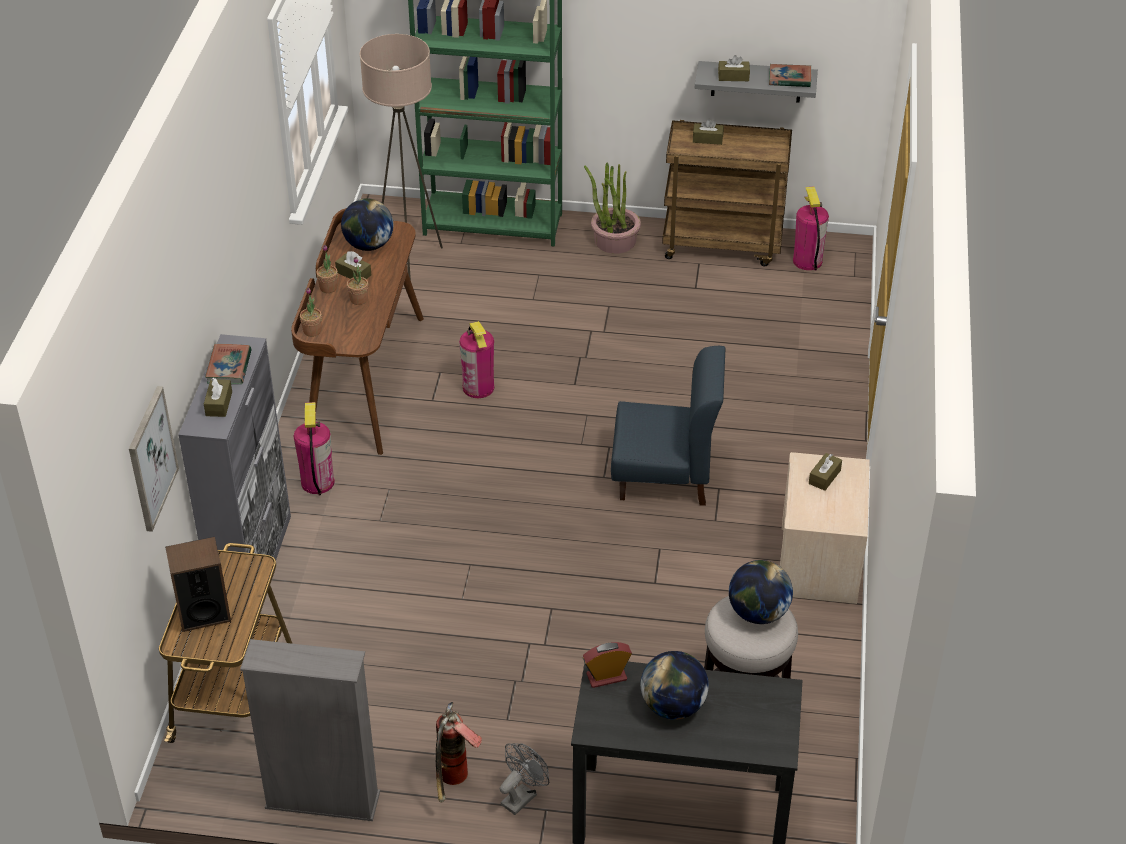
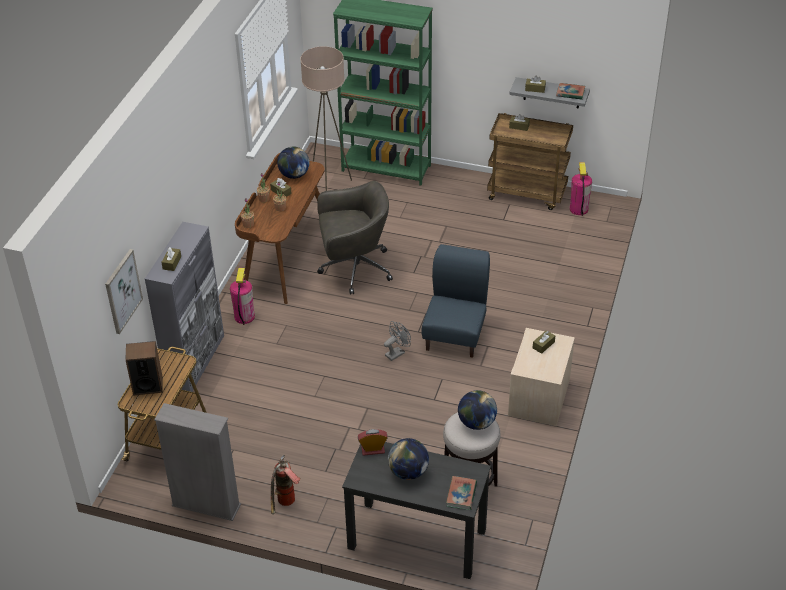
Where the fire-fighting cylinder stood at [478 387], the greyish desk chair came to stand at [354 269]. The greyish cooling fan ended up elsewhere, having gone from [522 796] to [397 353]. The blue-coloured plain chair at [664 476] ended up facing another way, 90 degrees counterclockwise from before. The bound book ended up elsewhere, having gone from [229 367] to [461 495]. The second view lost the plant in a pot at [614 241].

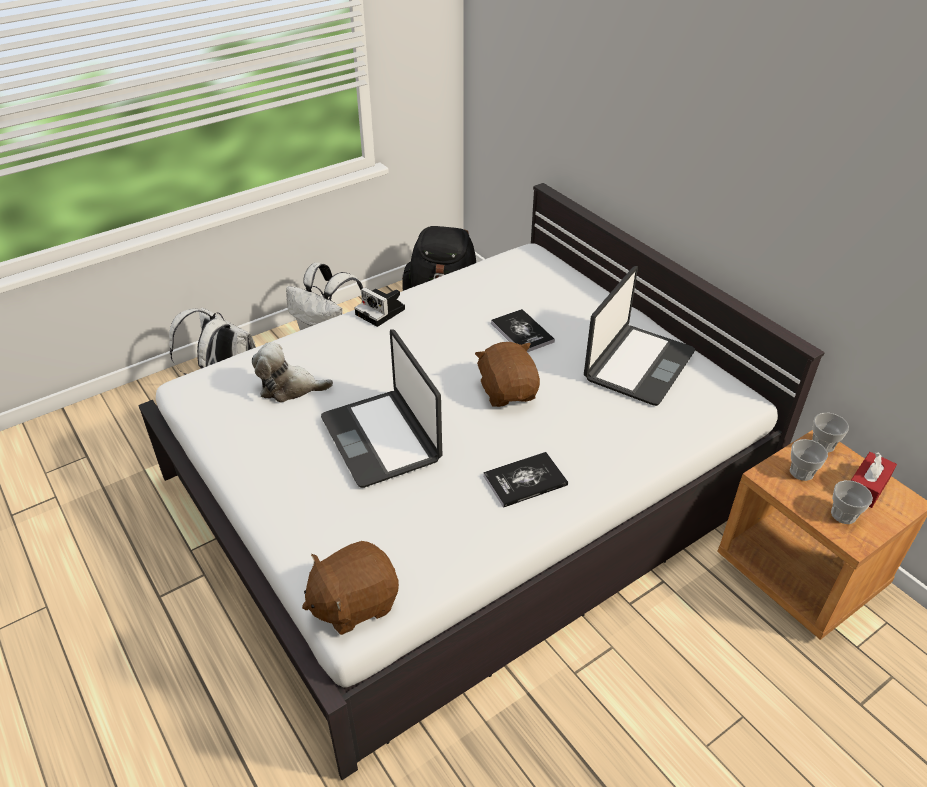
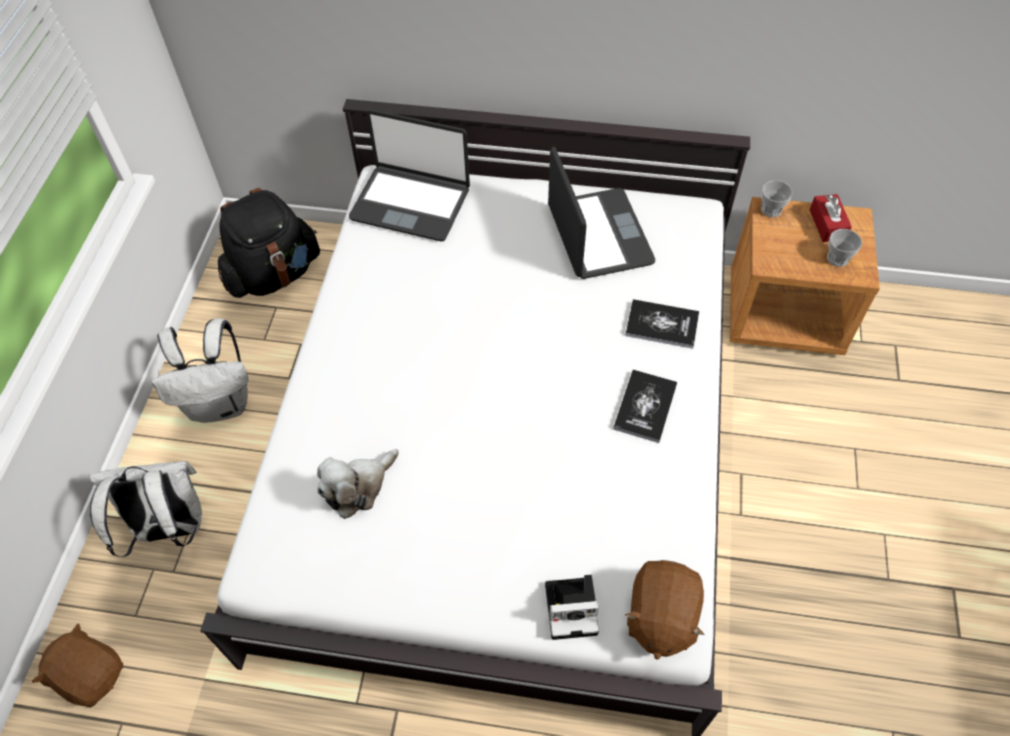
The brown cuddly toy ended up elsewhere, having gone from [508 392] to [91 674]. The portable computer ended up elsewhere, having gone from [382 438] to [411 203]. The photo camera ended up elsewhere, having gone from [382 312] to [573 608]. The bound book ended up elsewhere, having gone from [522 332] to [662 324]. The second view lost the small cup at [801 472].

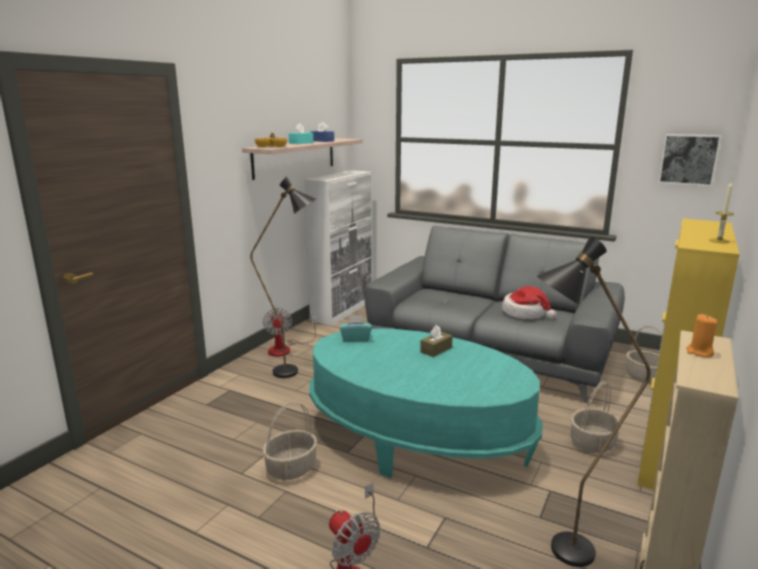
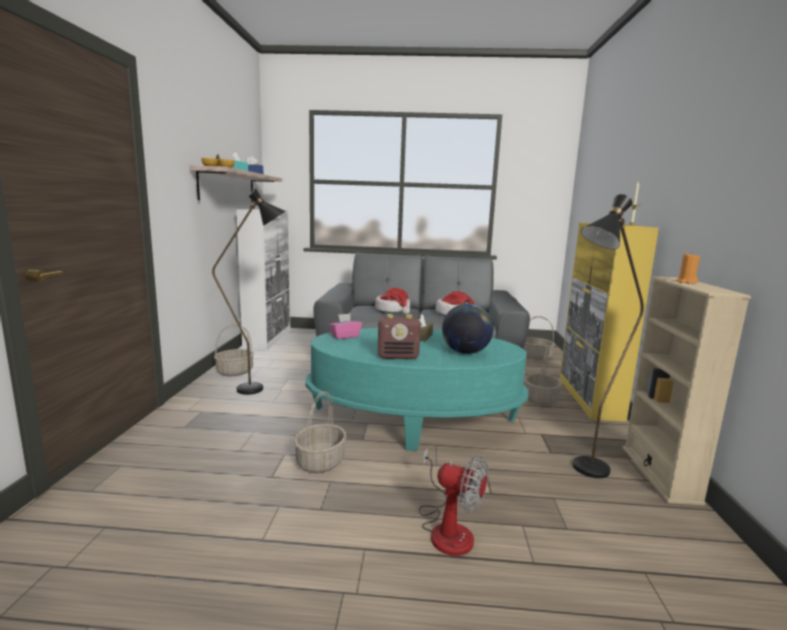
Where the cooling fan stood at [285 348], the storage basket came to stand at [235 372]. What was the turquoise-coloured tissue holder at [355 338] turned into the pinkish tissue holder at [345 336]. The second view gained the clothing hat at [393 310]. The second view gained the radio receiver at [398 357]. The second view gained the desk globe at [465 352]. The second view lost the wall picture at [688 159].

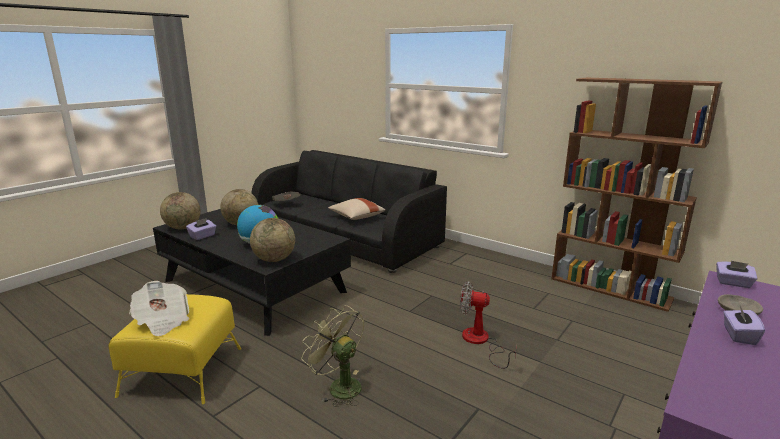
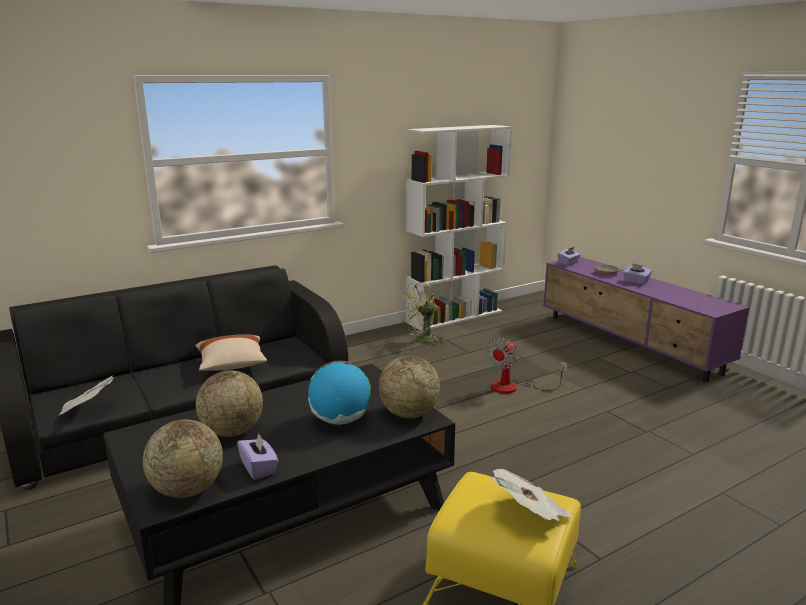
The green-coloured cooling fan ended up elsewhere, having gone from [339 386] to [422 340]. What was the brown shelving unit at [610 288] turned into the white-coloured shelving unit at [455 316].

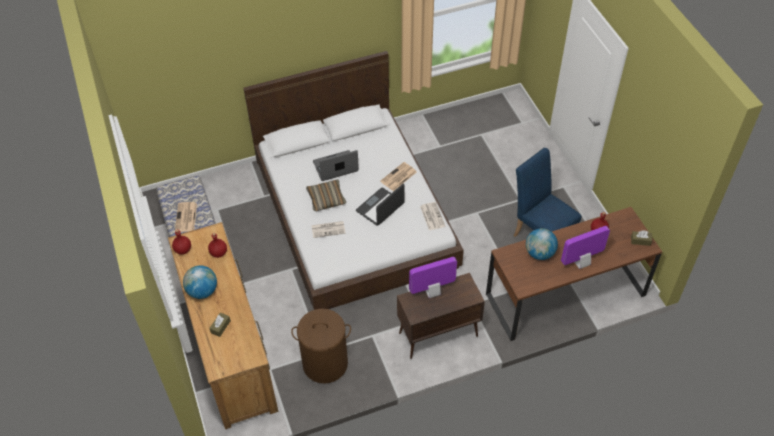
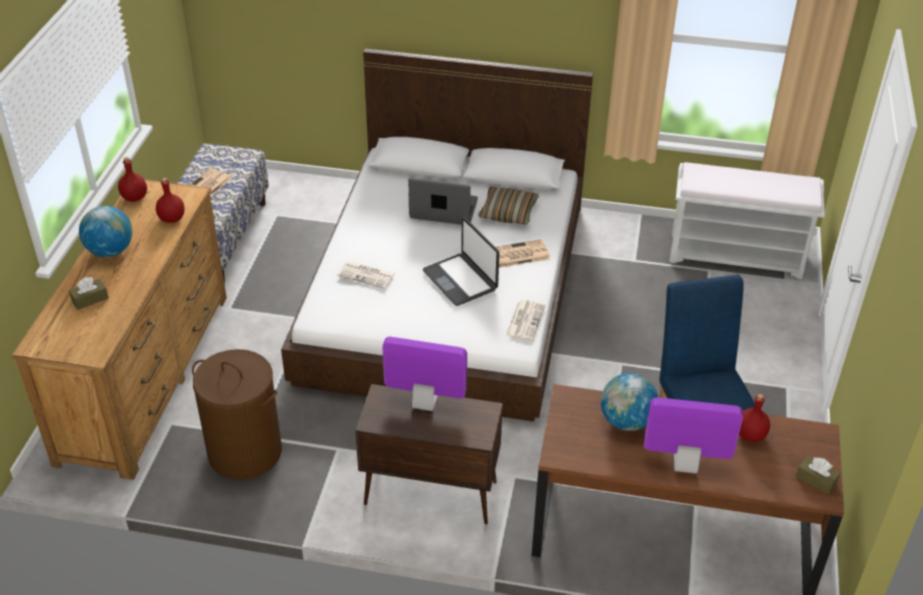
The portable computer at [380 208] ended up facing another way, 105 degrees counterclockwise from before. The pillow ended up elsewhere, having gone from [326 199] to [508 212]. The second view gained the white-coloured indoor bench at [737 255].

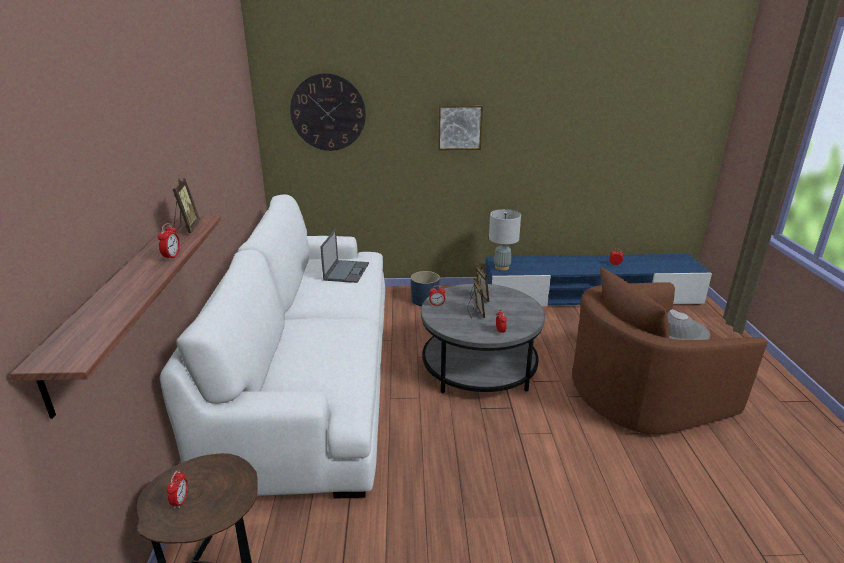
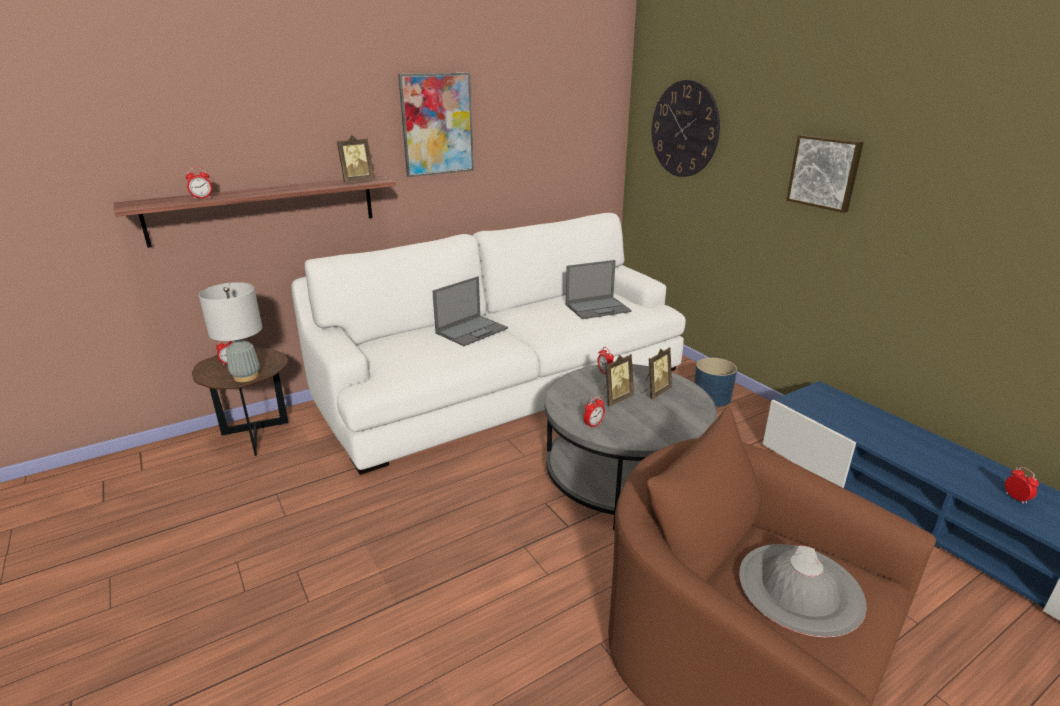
The table clock ended up elsewhere, having gone from [172 257] to [202 198]. The greyish table lamp ended up elsewhere, having gone from [501 267] to [246 376]. The second view gained the wall picture at [437 124]. The second view gained the portable computer at [472 330].

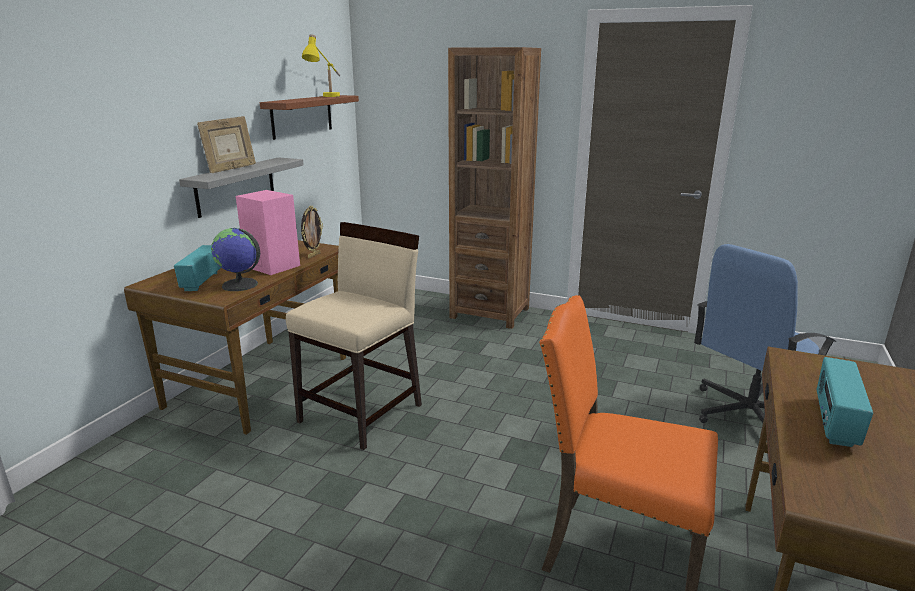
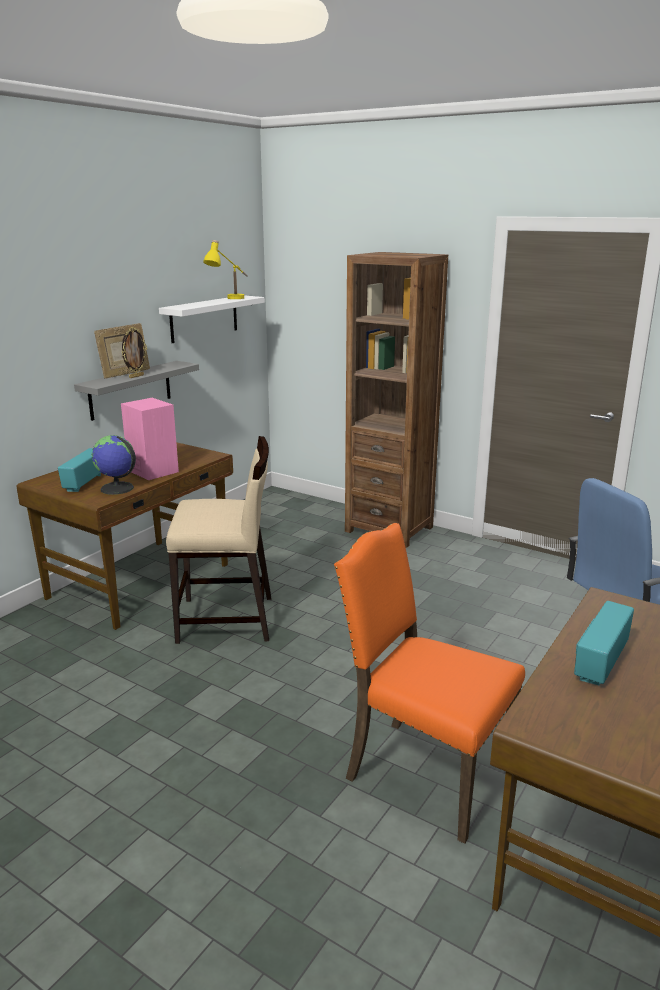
The standing frame ended up elsewhere, having gone from [313 255] to [136 376]. What was the brown wall shelf at [302 116] turned into the white-coloured wall shelf at [204 318]. The beige plain chair at [362 413] ended up facing another way, 45 degrees clockwise from before.

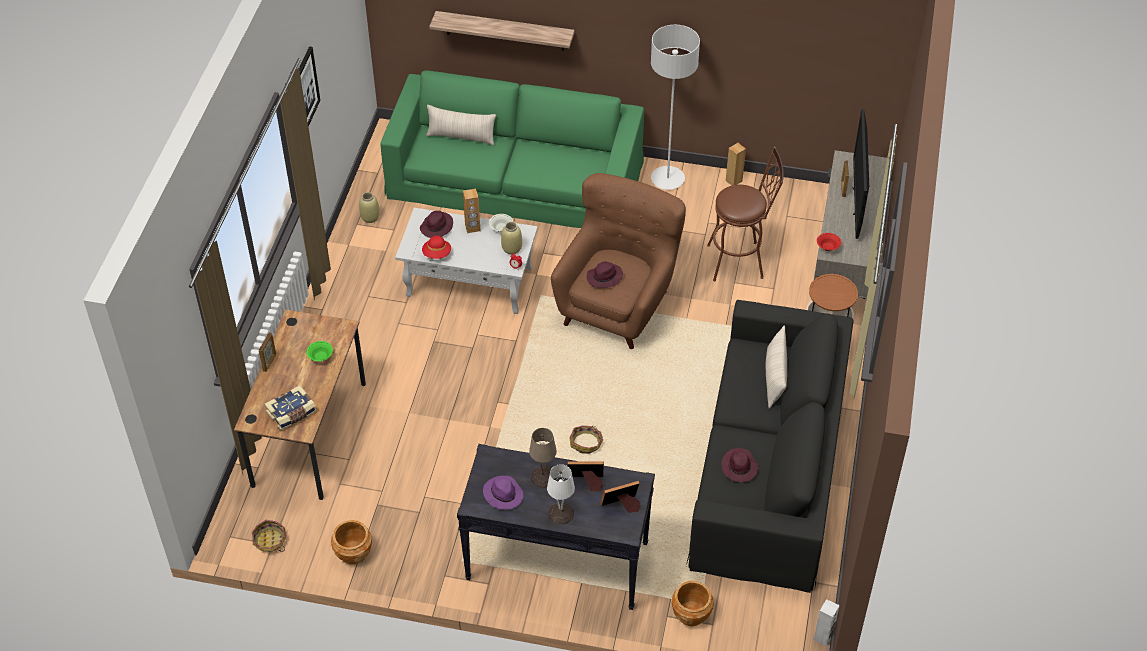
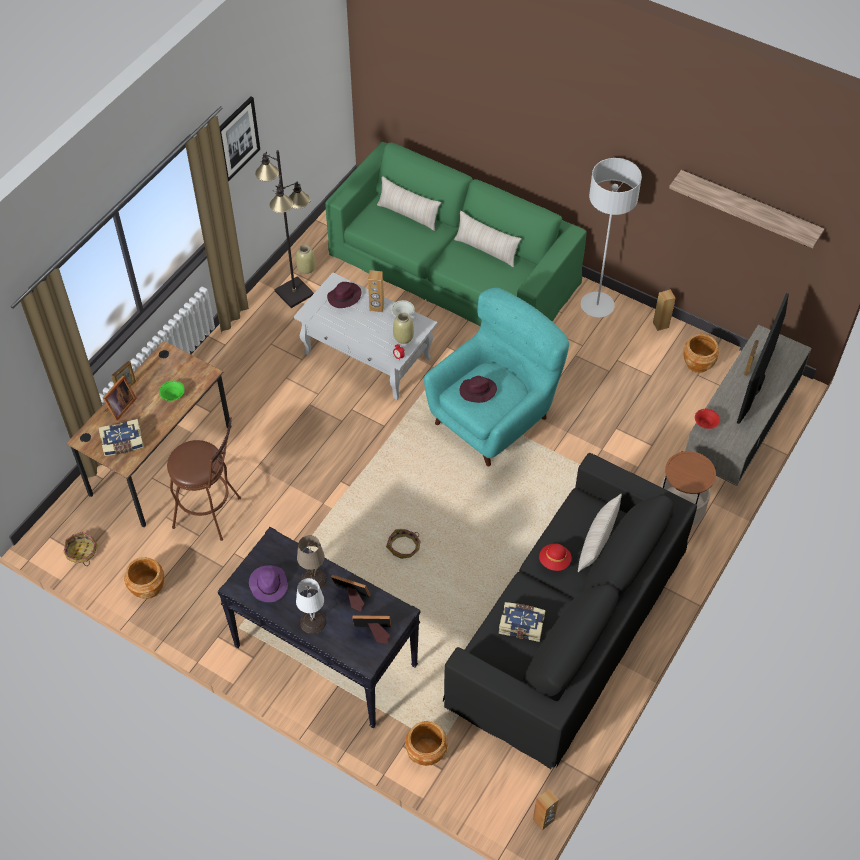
The second view gained the standing frame at [119 407]. The brown stool seat ended up elsewhere, having gone from [741 261] to [212 514]. The second view gained the blackish standing lamp at [294 292]. What was the brown lounge chair at [617 304] turned into the turquoise-coloured lounge chair at [494 417]. The second view gained the beige pillow at [486 250]. Where the purple clothing hat stood at [739 467], the bound book came to stand at [522 624]. What was the white-coloured loudspeaker at [823 637] turned into the brown loudspeaker at [543 820]. The red clothing hat ended up elsewhere, having gone from [437 254] to [554 561]. The wall shelf ended up elsewhere, having gone from [505 31] to [748 209]. The second view gained the brown planter at [697 363].

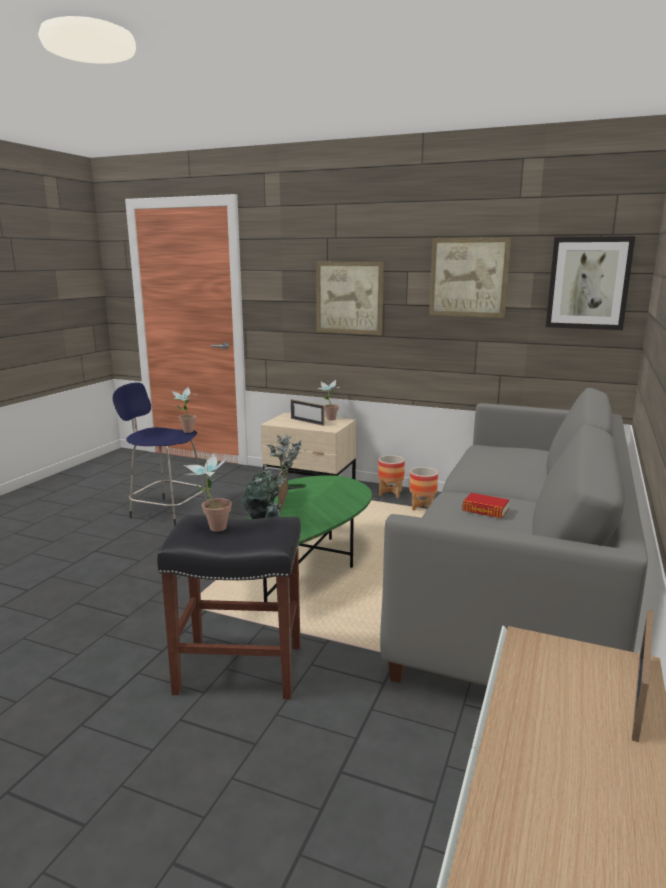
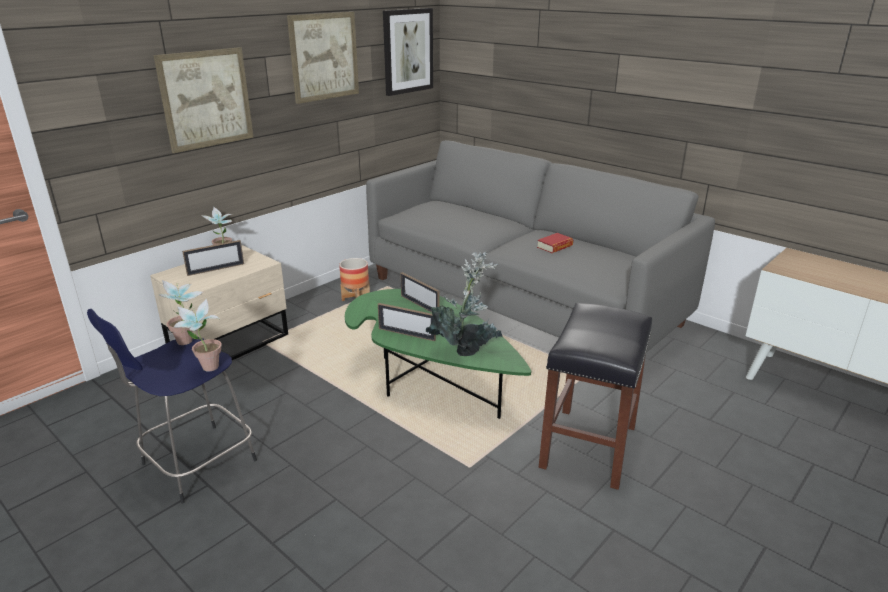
The plant in a pot ended up elsewhere, having gone from [211 528] to [206 370]. The standing frame ended up elsewhere, having gone from [639 697] to [419 305]. The second view lost the planter at [390 493].

